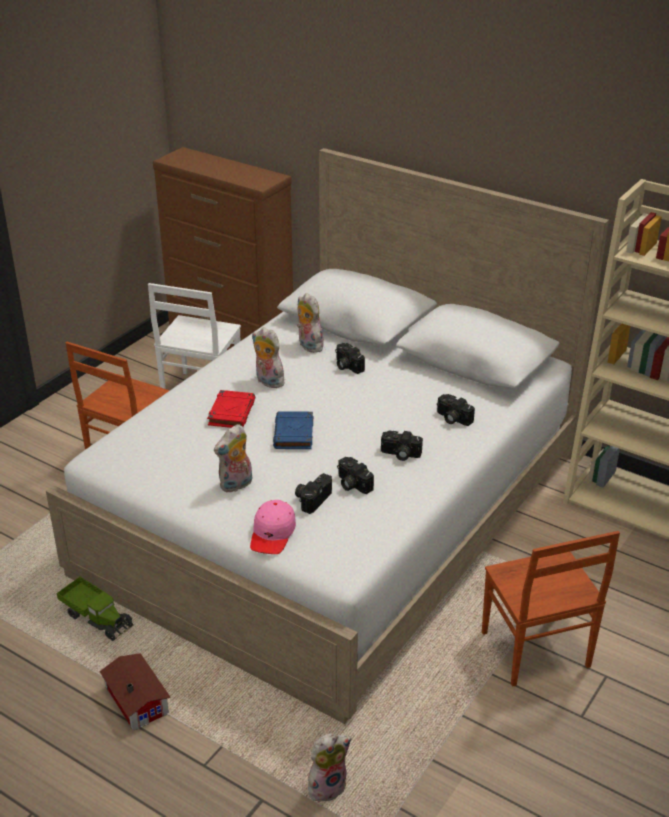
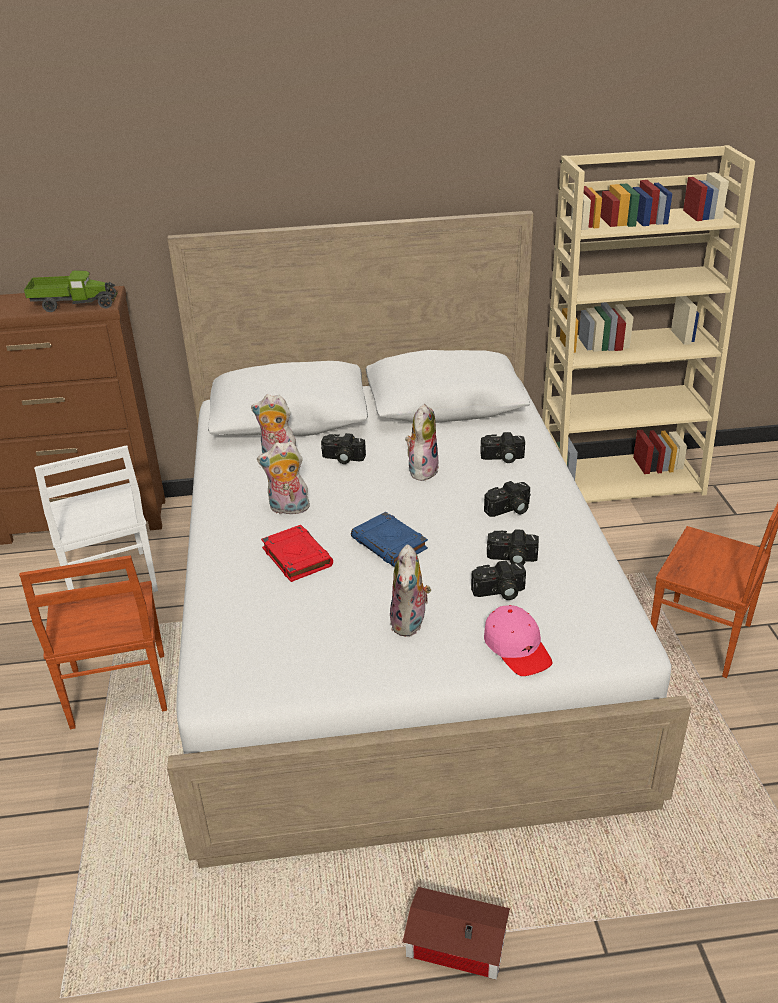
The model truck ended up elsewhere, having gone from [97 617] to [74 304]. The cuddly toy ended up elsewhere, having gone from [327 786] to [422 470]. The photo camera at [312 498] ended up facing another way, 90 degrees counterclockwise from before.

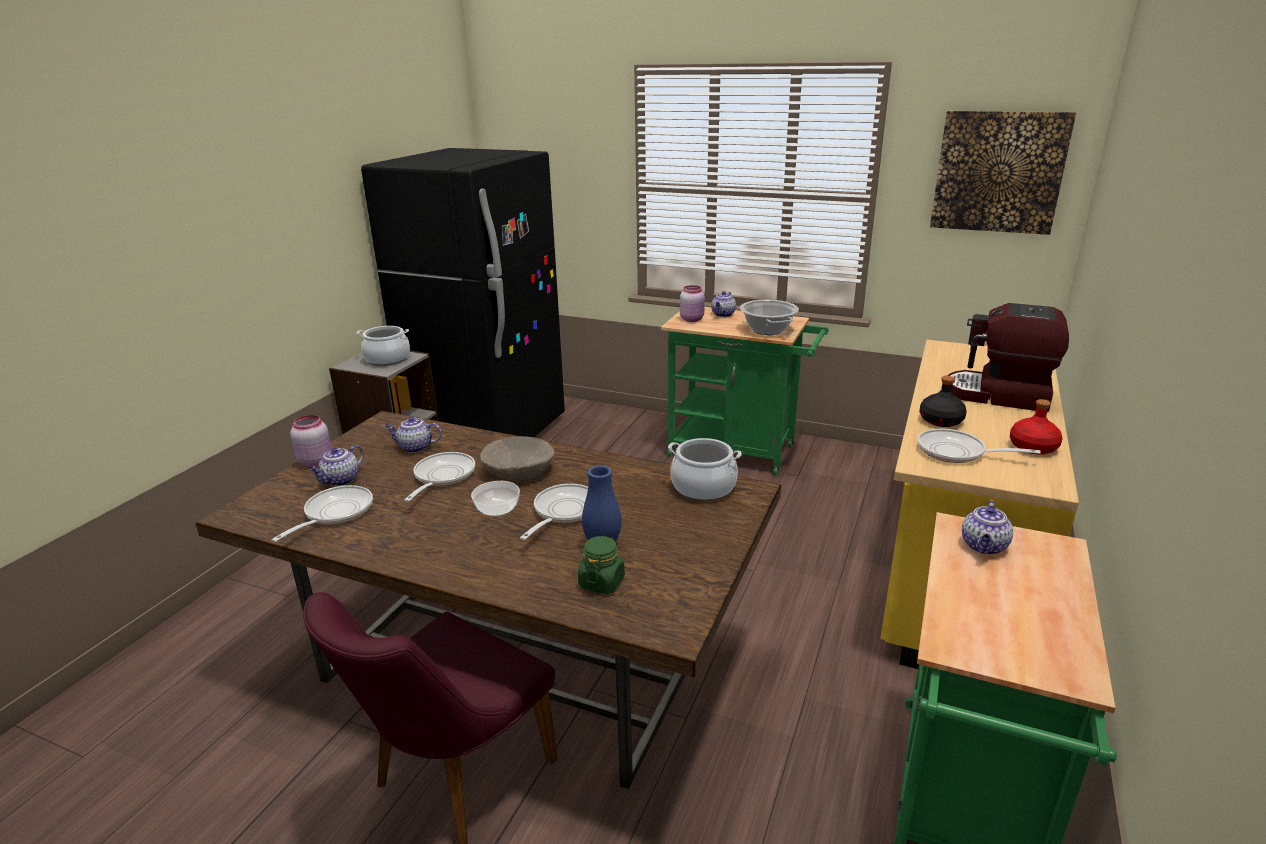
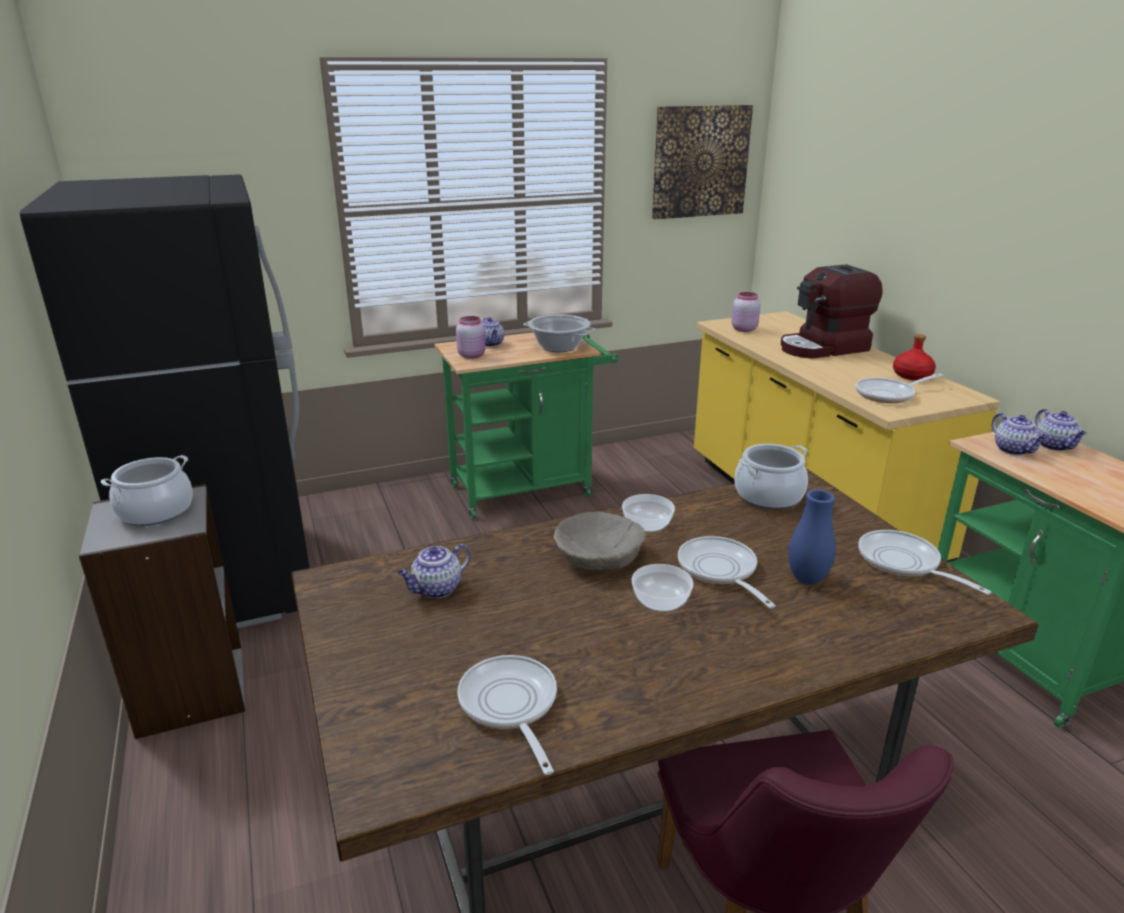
The second view gained the serving bowl at [647 523]. The pinkish storage jar ended up elsewhere, having gone from [315 461] to [743 329]. The frying pan ended up elsewhere, having gone from [442 477] to [903 563]. The teapot ended up elsewhere, having gone from [340 480] to [1055 446]. The second view lost the green-coloured storage jar at [601 582]. The second view lost the blackish beverage bottle at [941 421].

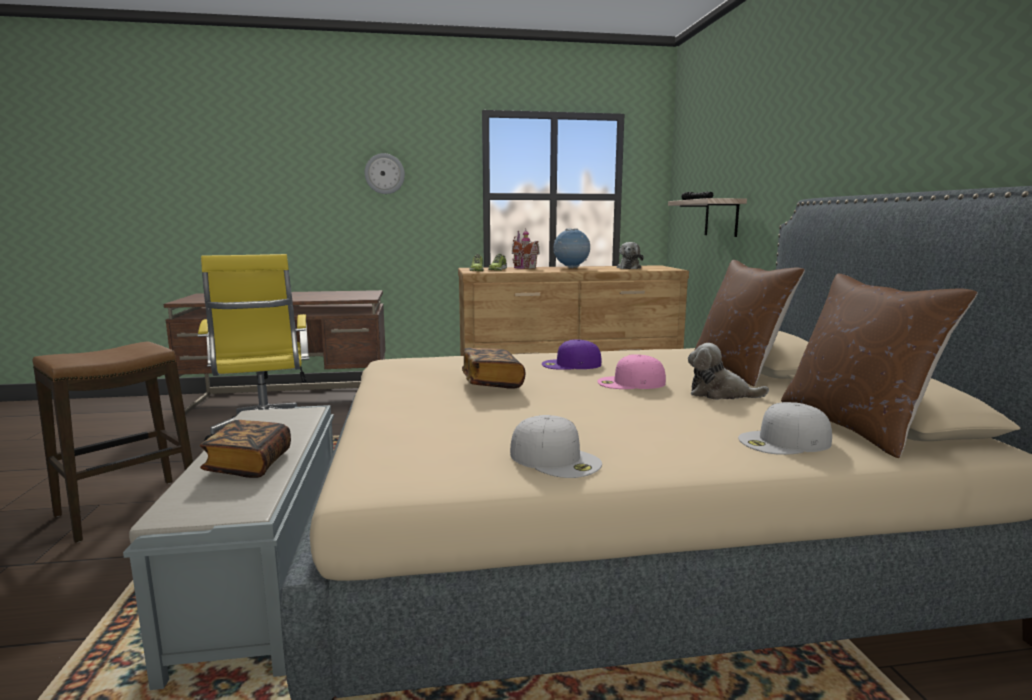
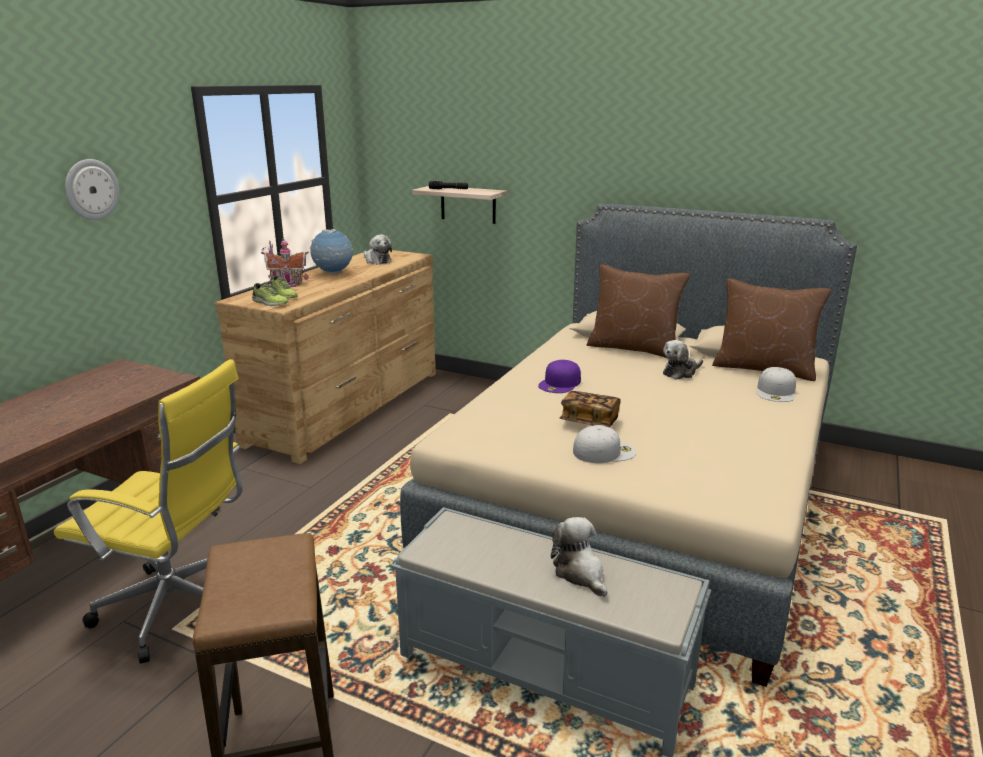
Where the bound book stood at [249 465], the cuddly toy came to stand at [580 573]. The white-coloured peaked cap ended up elsewhere, having gone from [555 459] to [604 451]. The second view lost the pinkish peaked cap at [630 383].

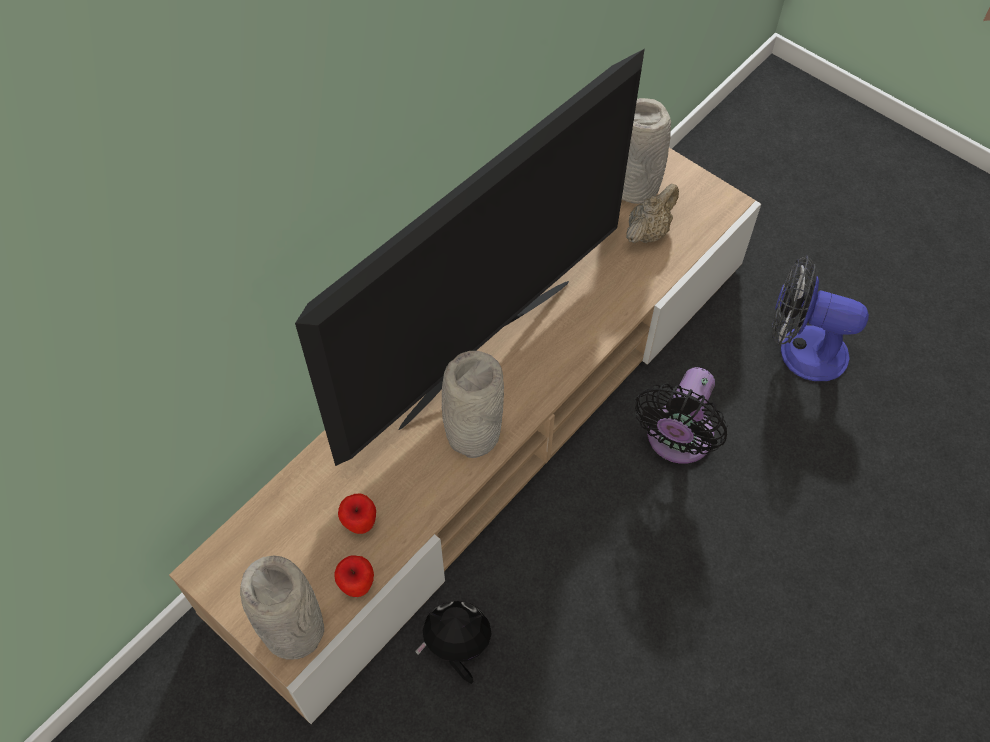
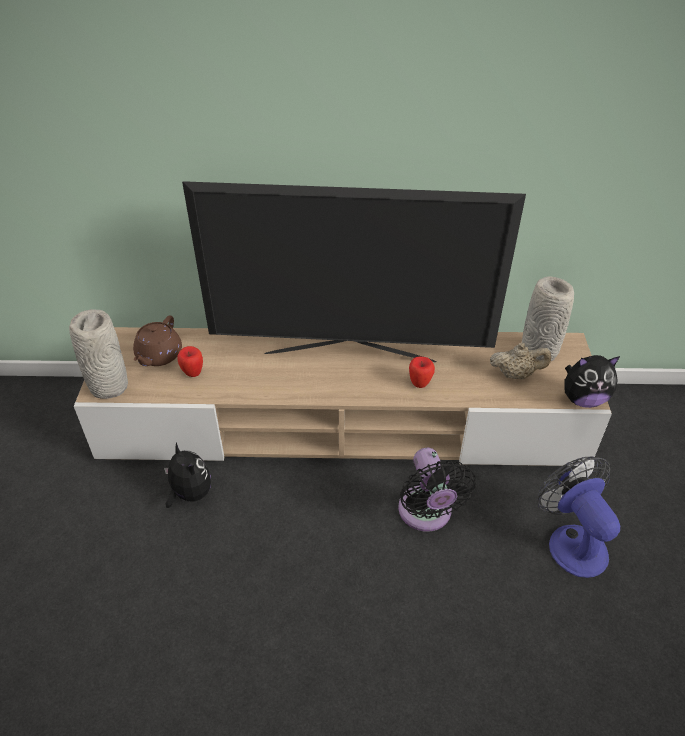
The second view gained the brown teapot at [158 356]. The blackish cooling fan at [676 440] ended up facing another way, 90 degrees counterclockwise from before. The apple ended up elsewhere, having gone from [357 586] to [420 383]. The second view gained the cuddly toy at [583 399]. The second view lost the greyish flower vase at [471 435].

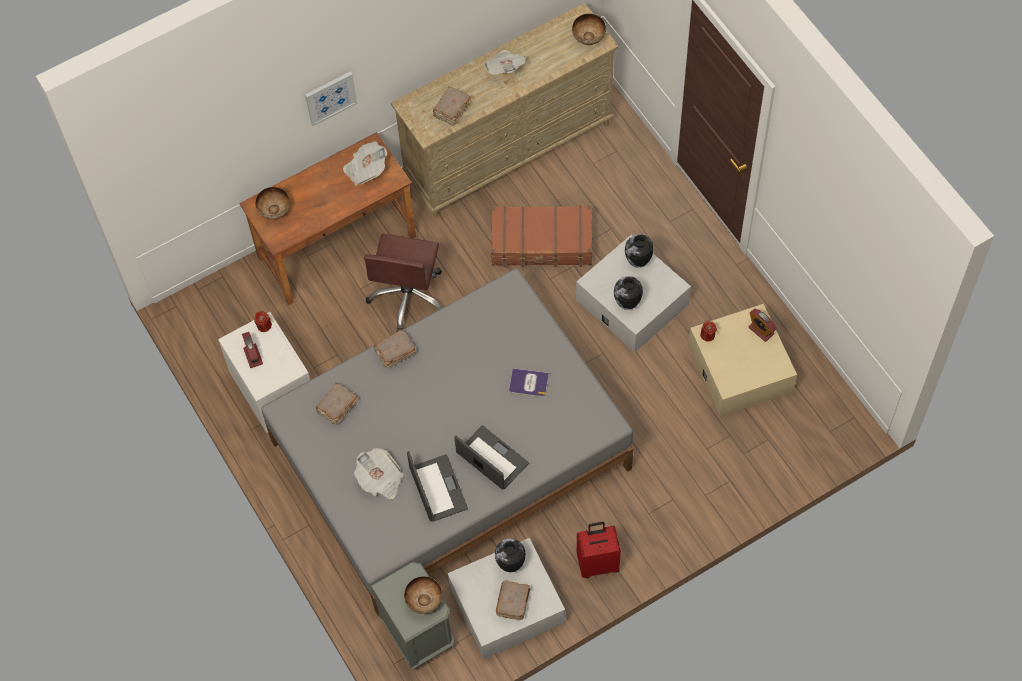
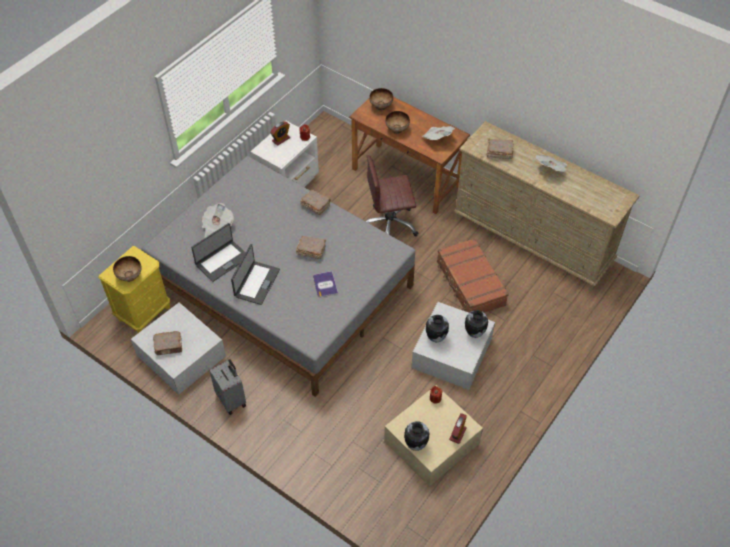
What was the greyish bedside table at [418 633] turned into the yellow bedside table at [144 313]. What was the red piece of luggage at [598 563] turned into the greyish piece of luggage at [232 400]. The brown bound book ended up elsewhere, having gone from [337 407] to [310 250]. The serving bowl ended up elsewhere, having gone from [589 39] to [397 130]. The flower vase ended up elsewhere, having gone from [510 564] to [415 444]. The second view lost the wall picture at [330 97].

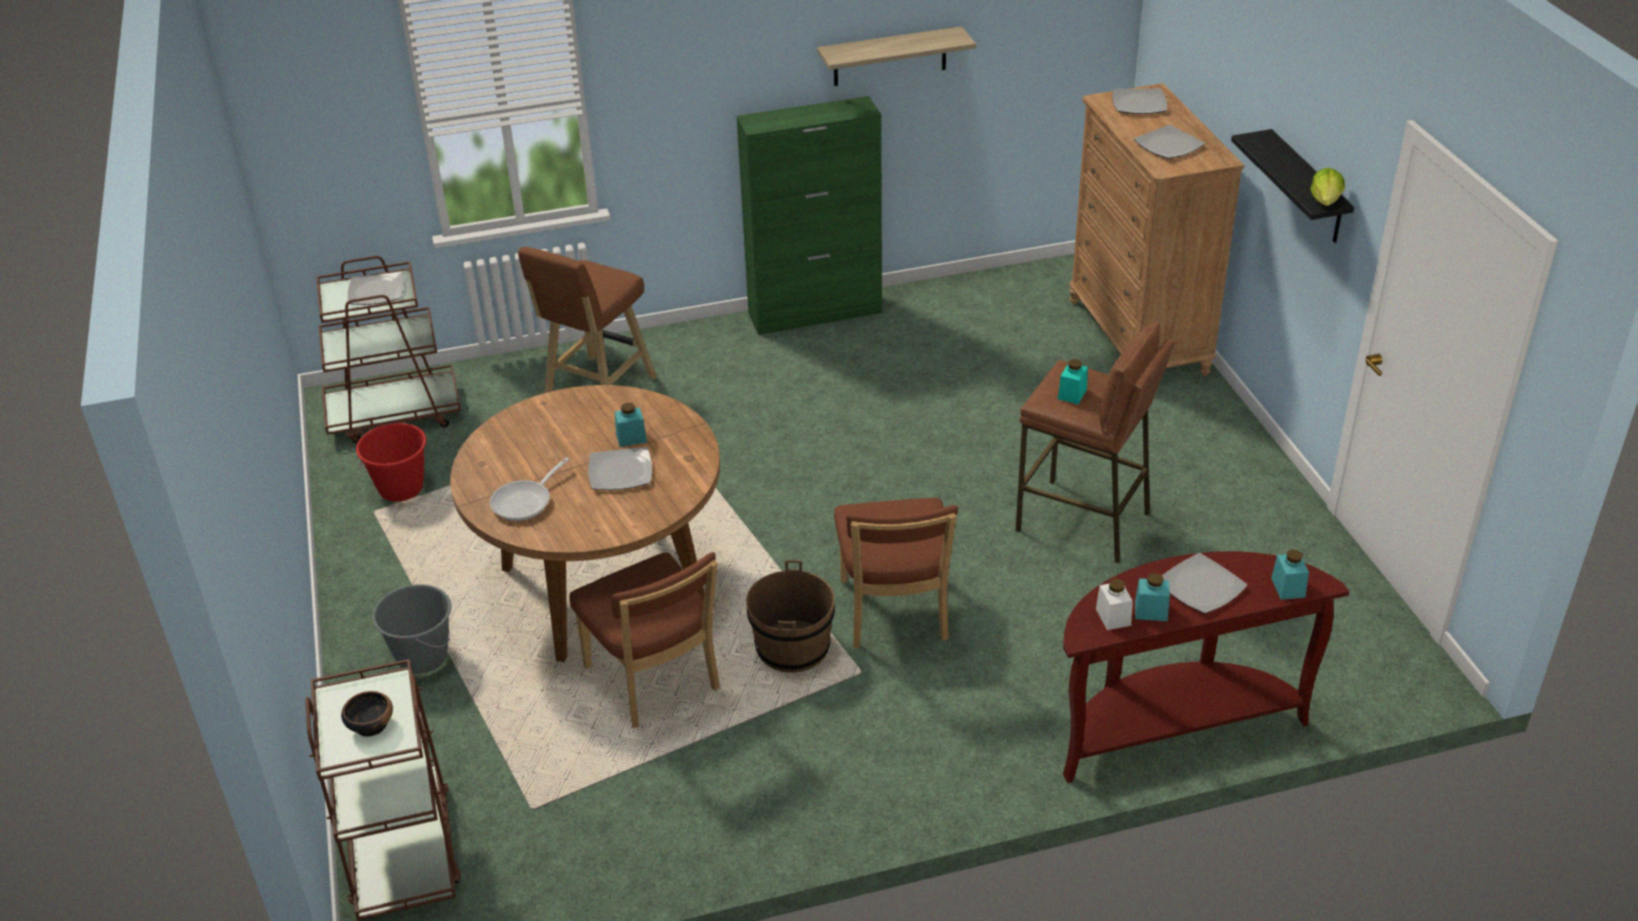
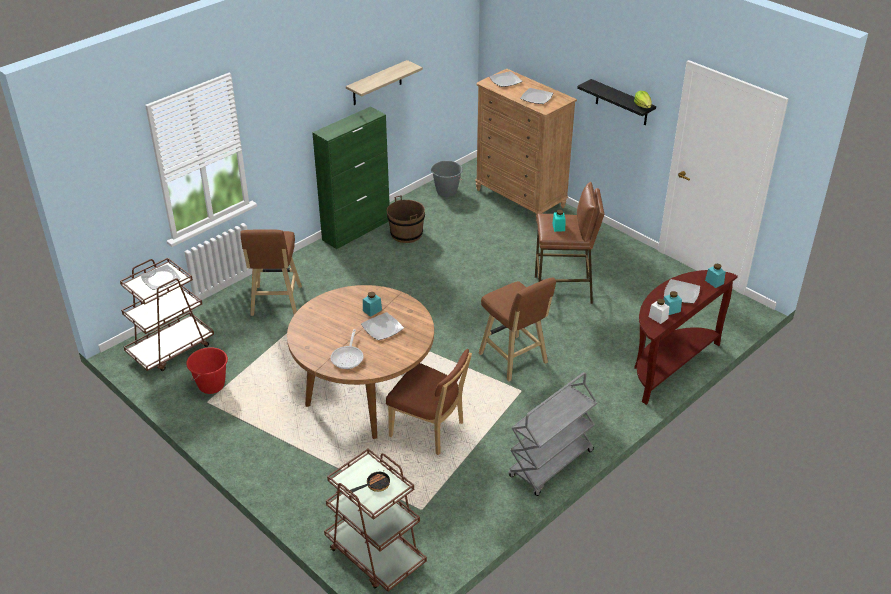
Where the serving bowl stood at [370 725], the frying pan came to stand at [374 485]. The brown pail ended up elsewhere, having gone from [792 648] to [406 234]. The greyish pail ended up elsewhere, having gone from [422 657] to [446 191]. Where the brown plain chair stood at [894 615], the brown stool seat came to stand at [514 360]. The second view gained the greyish trolley at [551 464].

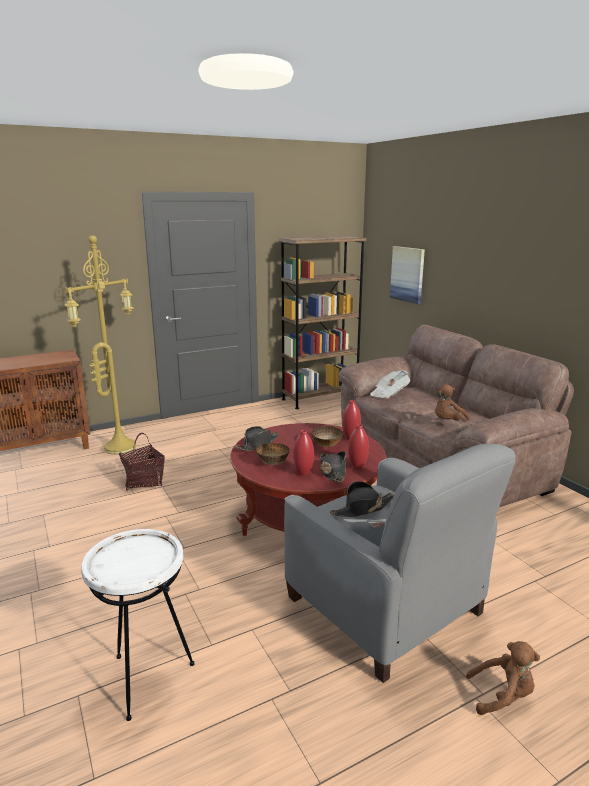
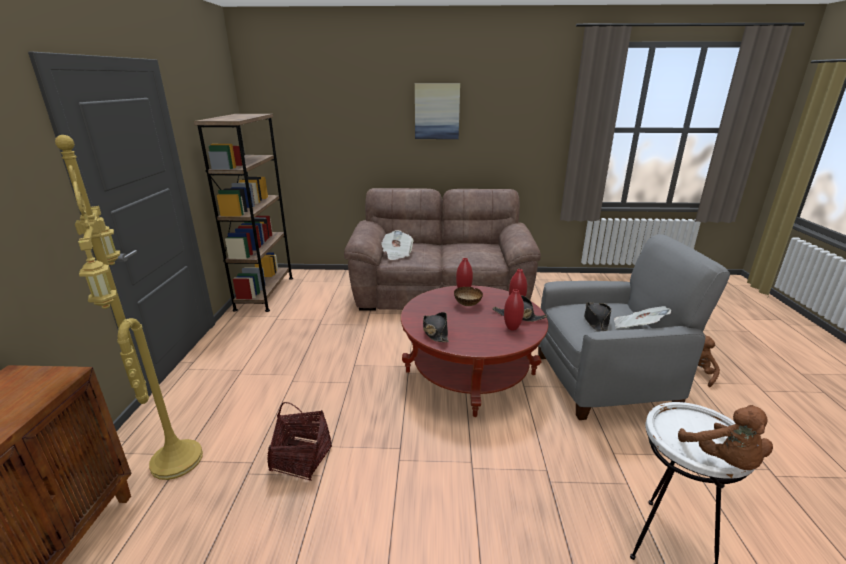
The wall picture ended up elsewhere, having gone from [408 274] to [437 111]. The brown cuddly toy ended up elsewhere, having gone from [448 421] to [724 460]. The second view lost the serving bowl at [273 463].

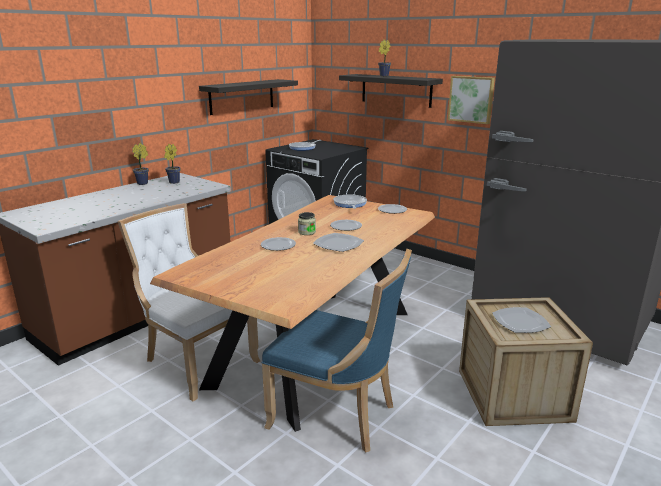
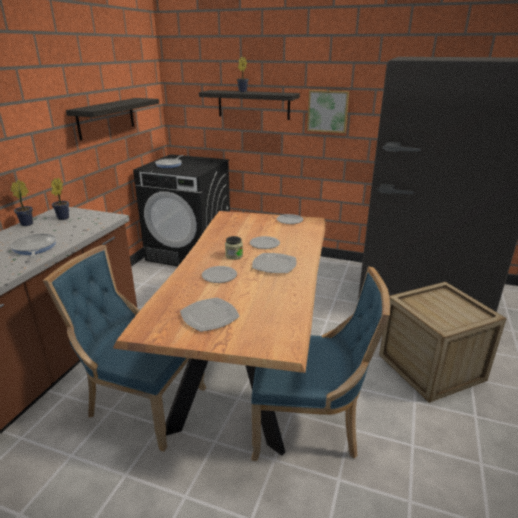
The frying pan ended up elsewhere, having gone from [350 204] to [34 248]. What was the white-coloured plain chair at [197 361] turned into the blue-coloured plain chair at [142 404]. The plate ended up elsewhere, having gone from [520 322] to [209 316].

